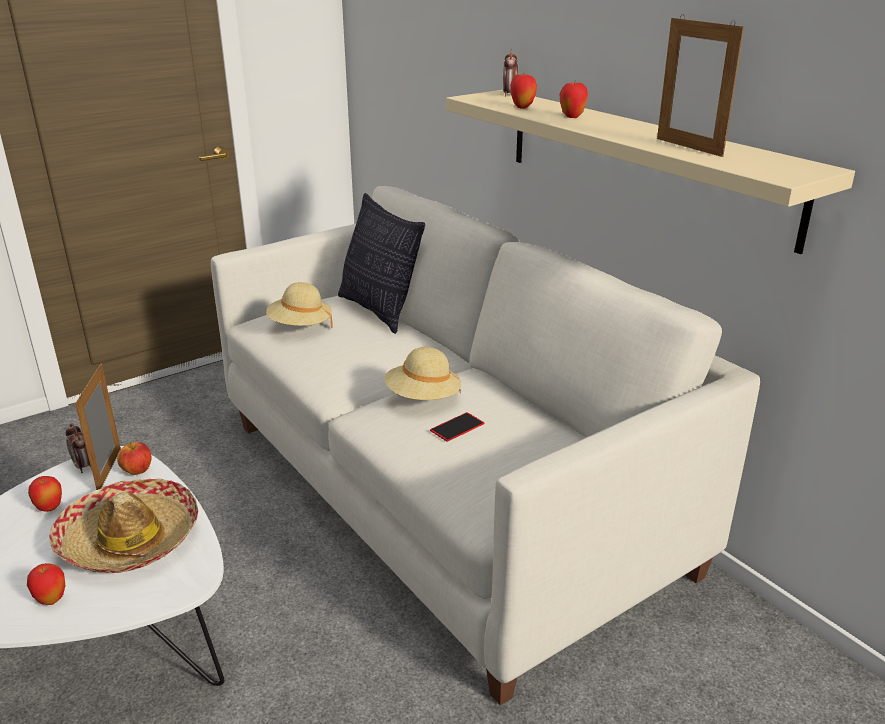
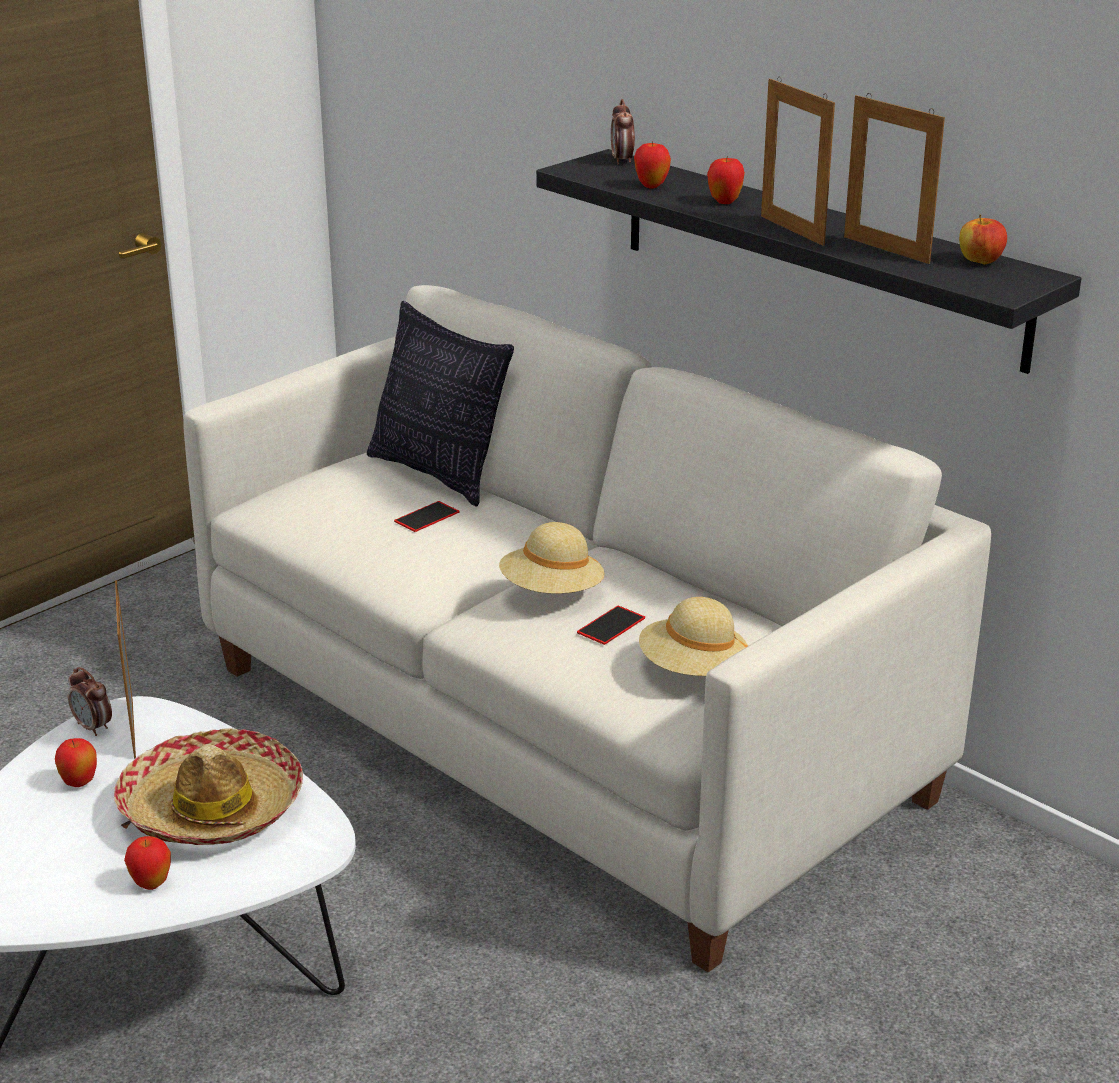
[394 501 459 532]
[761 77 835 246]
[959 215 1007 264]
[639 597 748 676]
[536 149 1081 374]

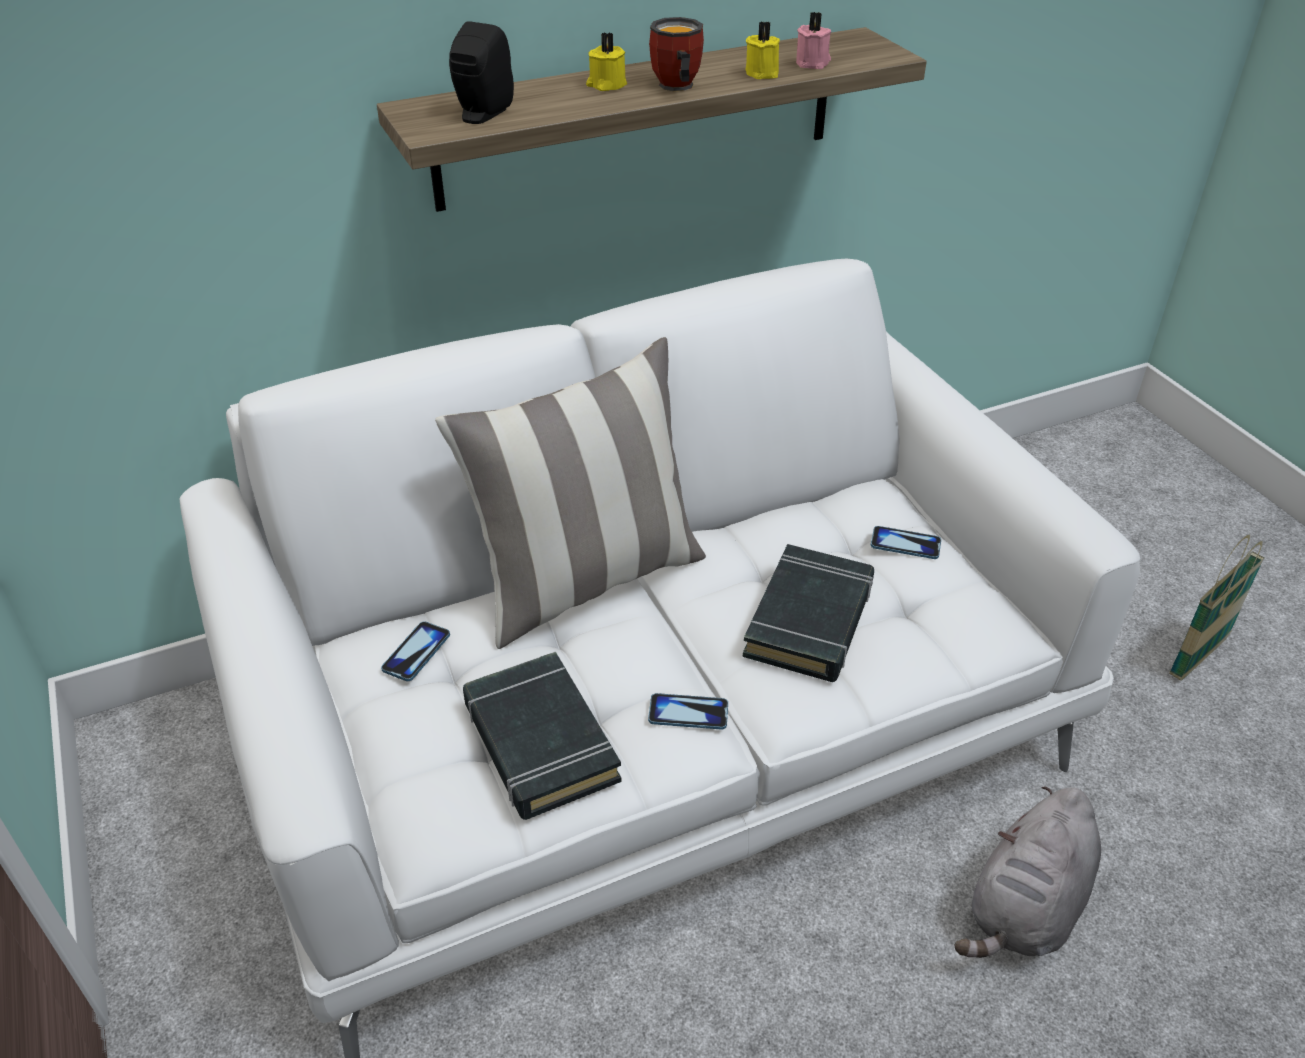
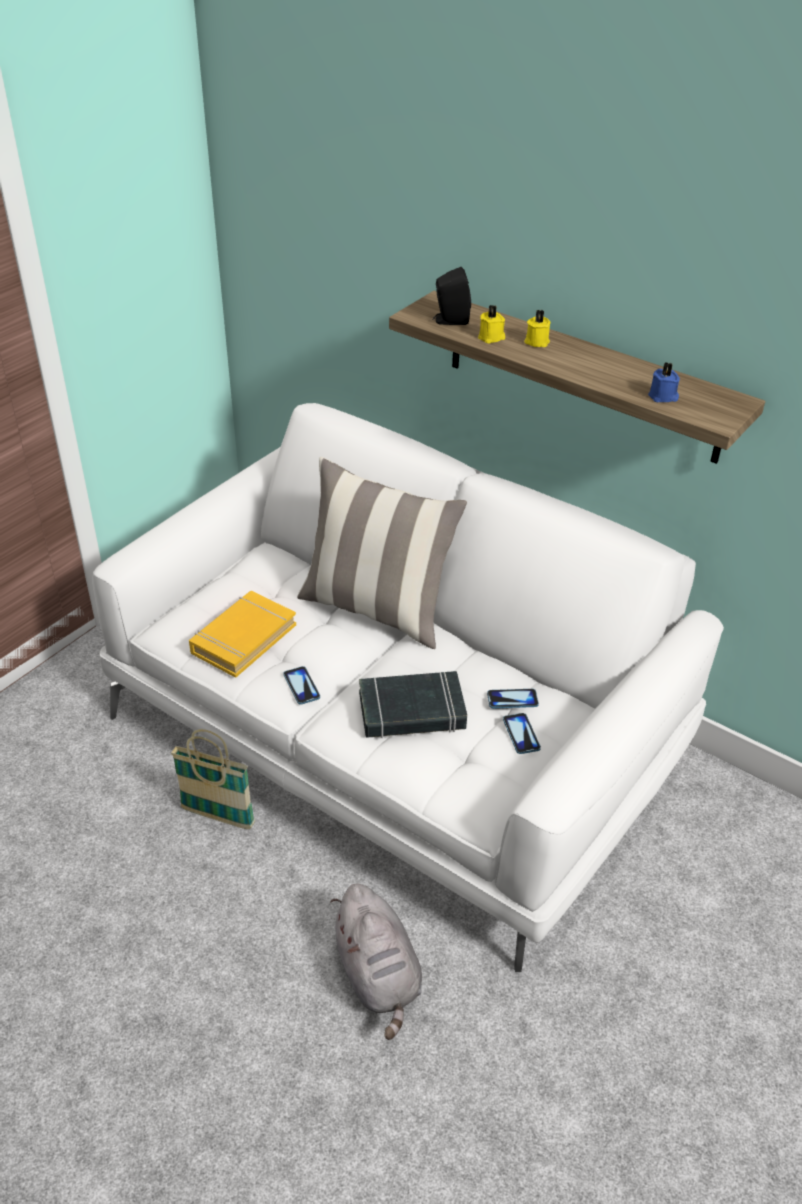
[649 17 704 91] (first image)
[487 689 539 708]
[478 305 505 344]
[171 729 255 829]
[189 591 296 678]
[648 363 680 402]
[330 883 422 1040]

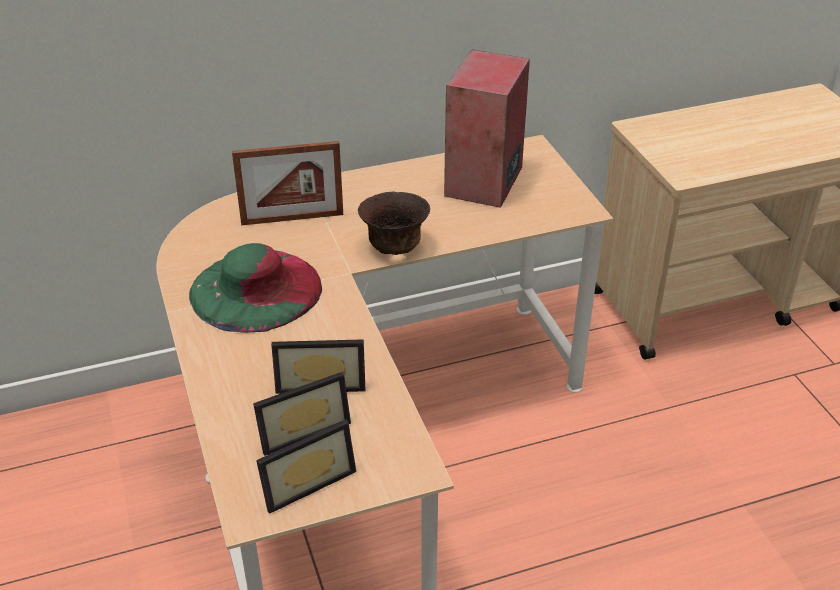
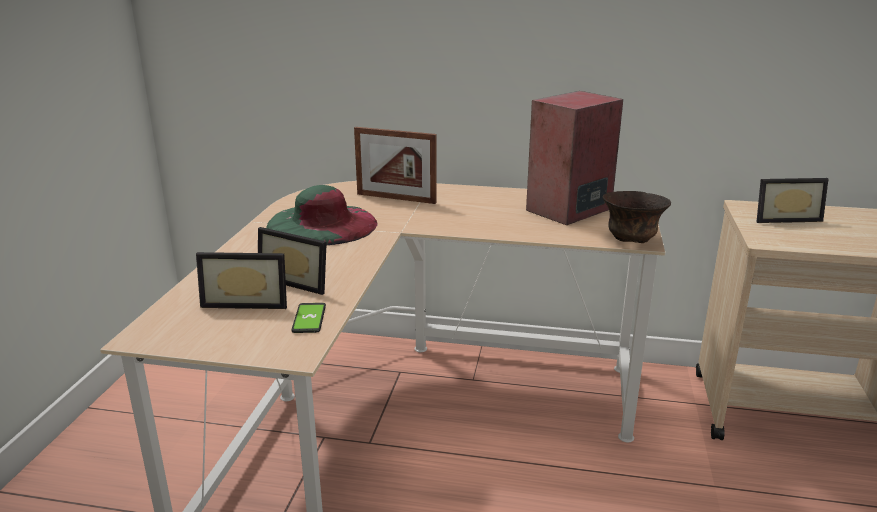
[291 303 326 333]
[756 178 829 223]
[602 191 671 243]

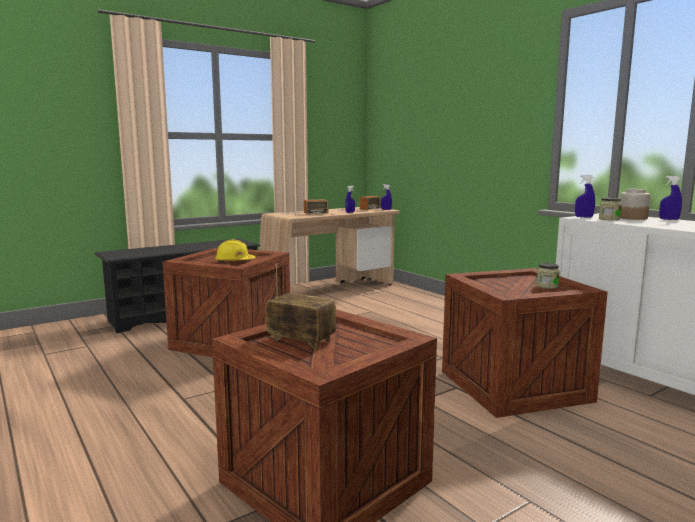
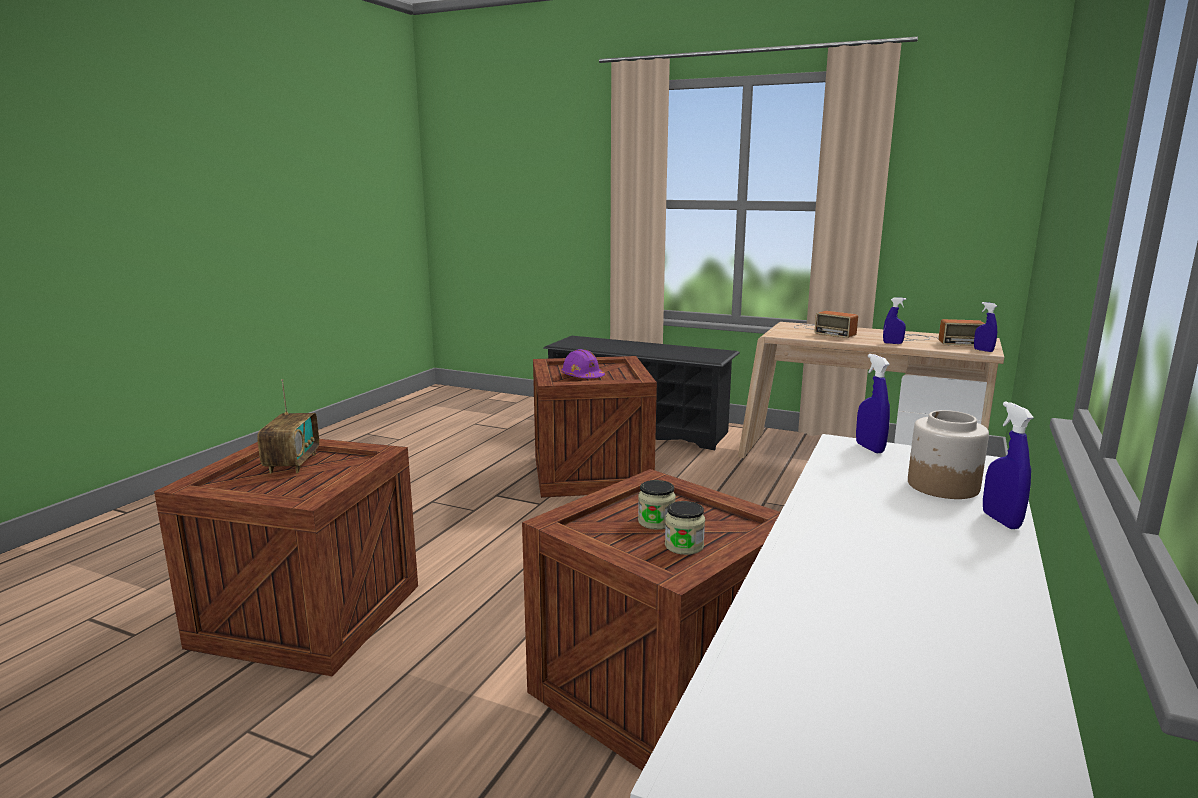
[638 480 676 530]
[561 349 605 378]

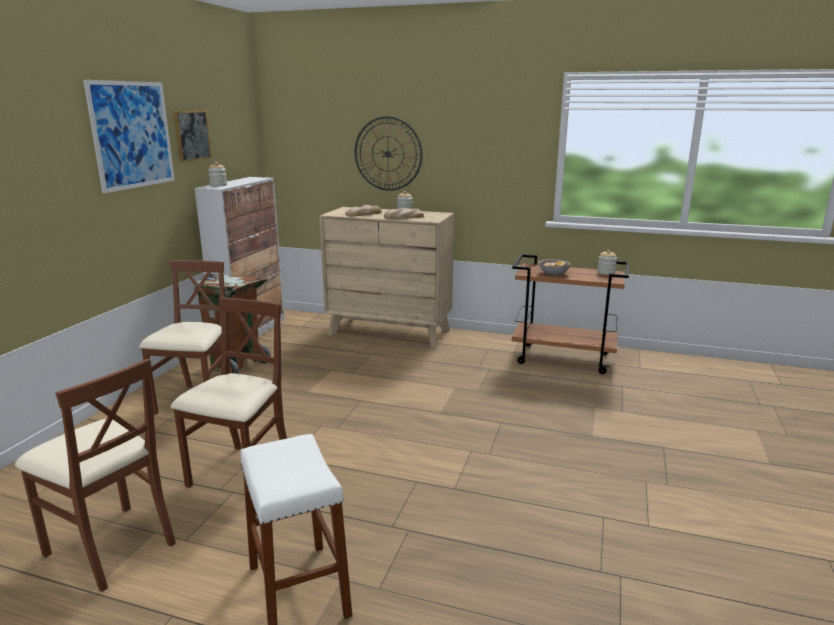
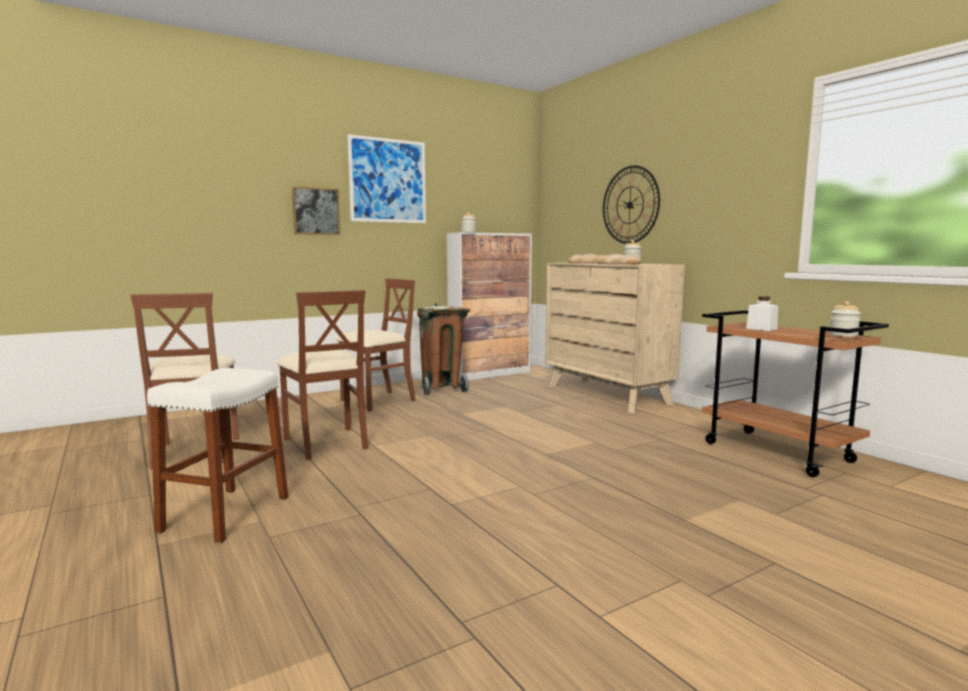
[292 186 340 235]
[746 296 778 331]
[277 290 368 460]

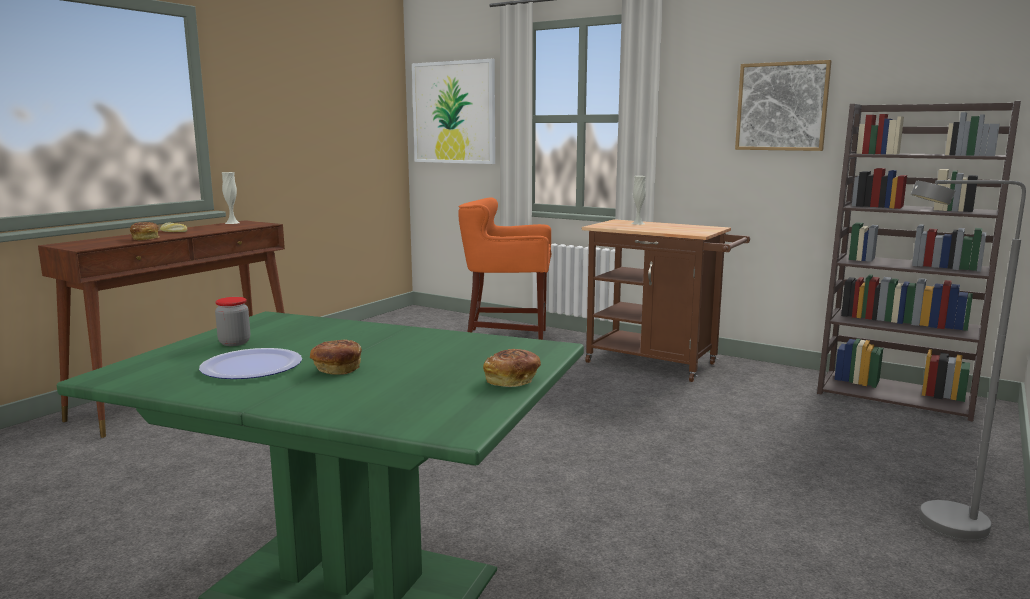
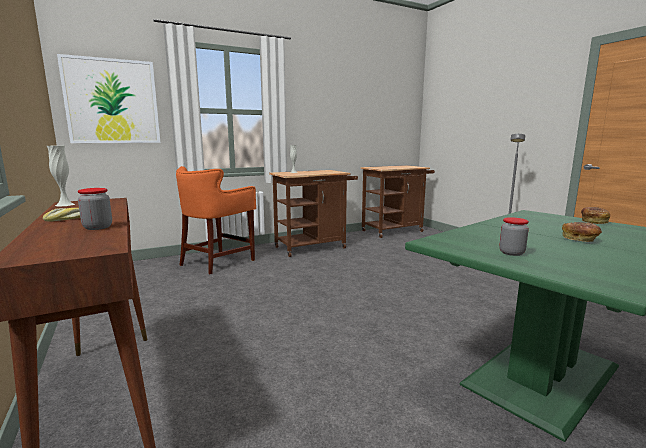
[199 348 302 379] (first image)
[735 60 832 151] (first image)
[78 188 112 230]
[360 165 435 238]

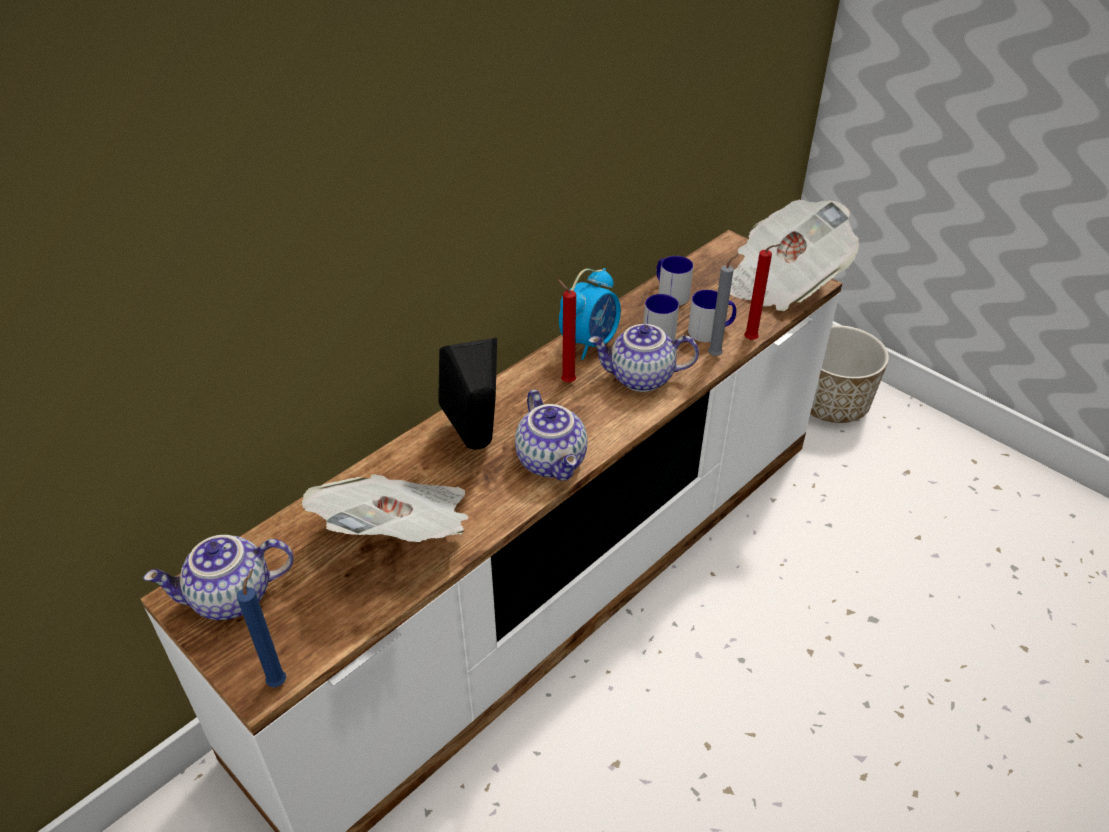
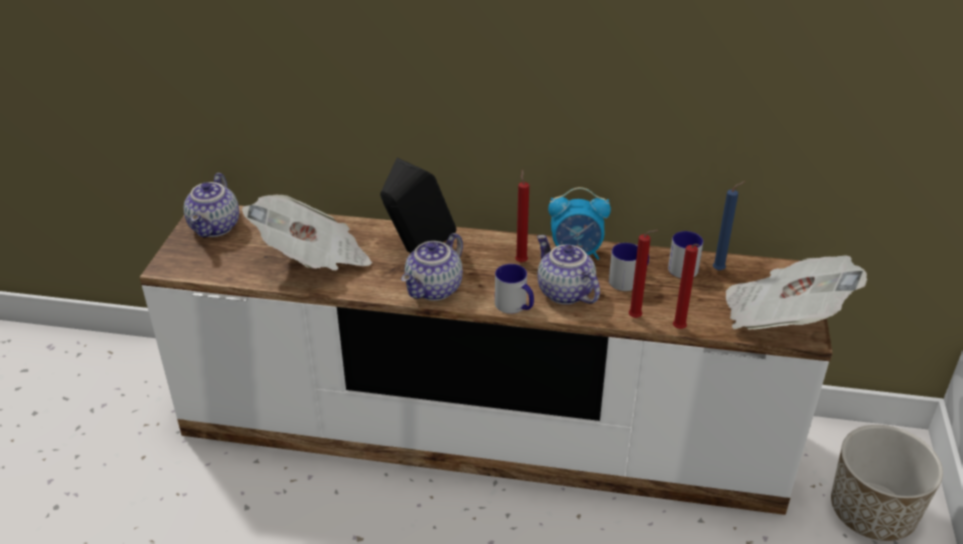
[713 181 745 271]
[495 264 534 314]
[629 230 658 318]
[184 173 239 237]

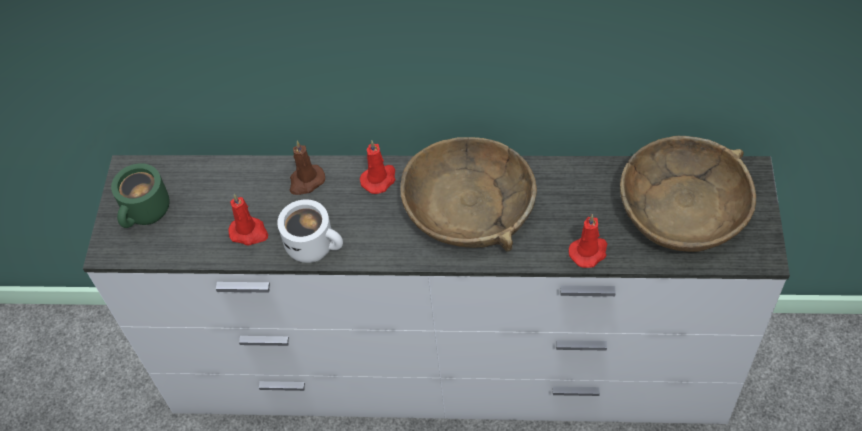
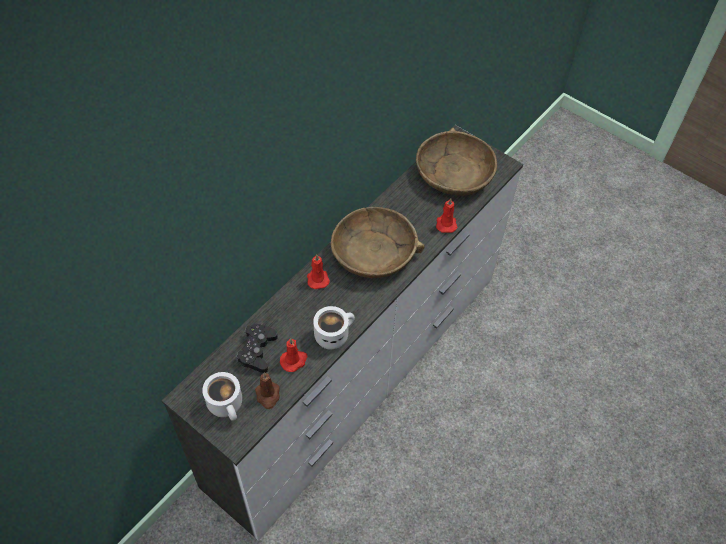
[236 324 278 373]
[255 372 280 409]
[202 372 242 421]

